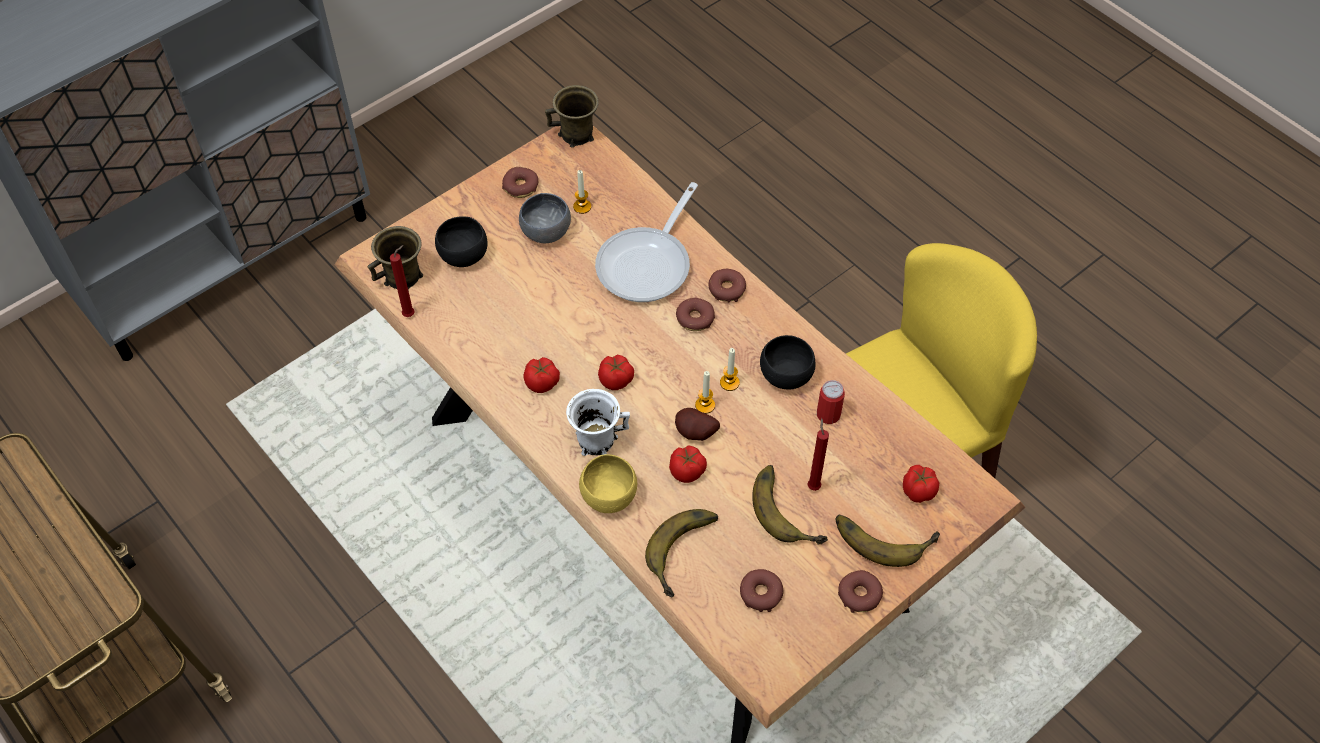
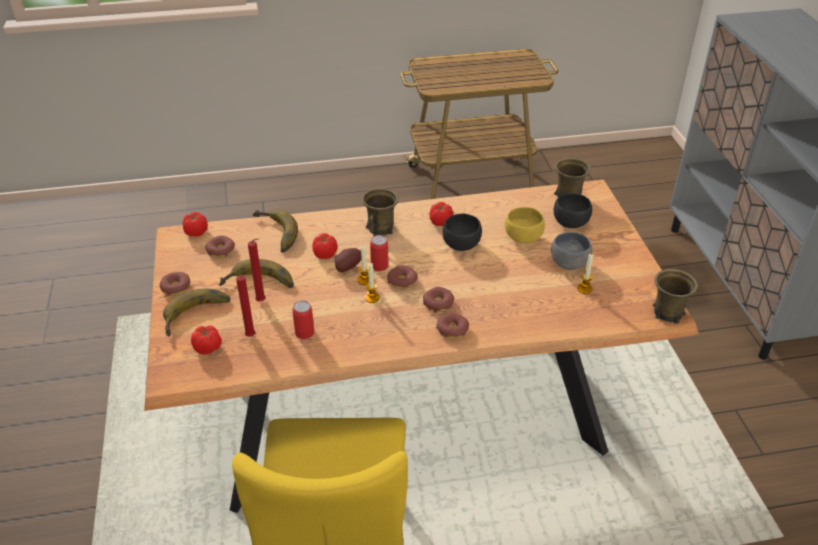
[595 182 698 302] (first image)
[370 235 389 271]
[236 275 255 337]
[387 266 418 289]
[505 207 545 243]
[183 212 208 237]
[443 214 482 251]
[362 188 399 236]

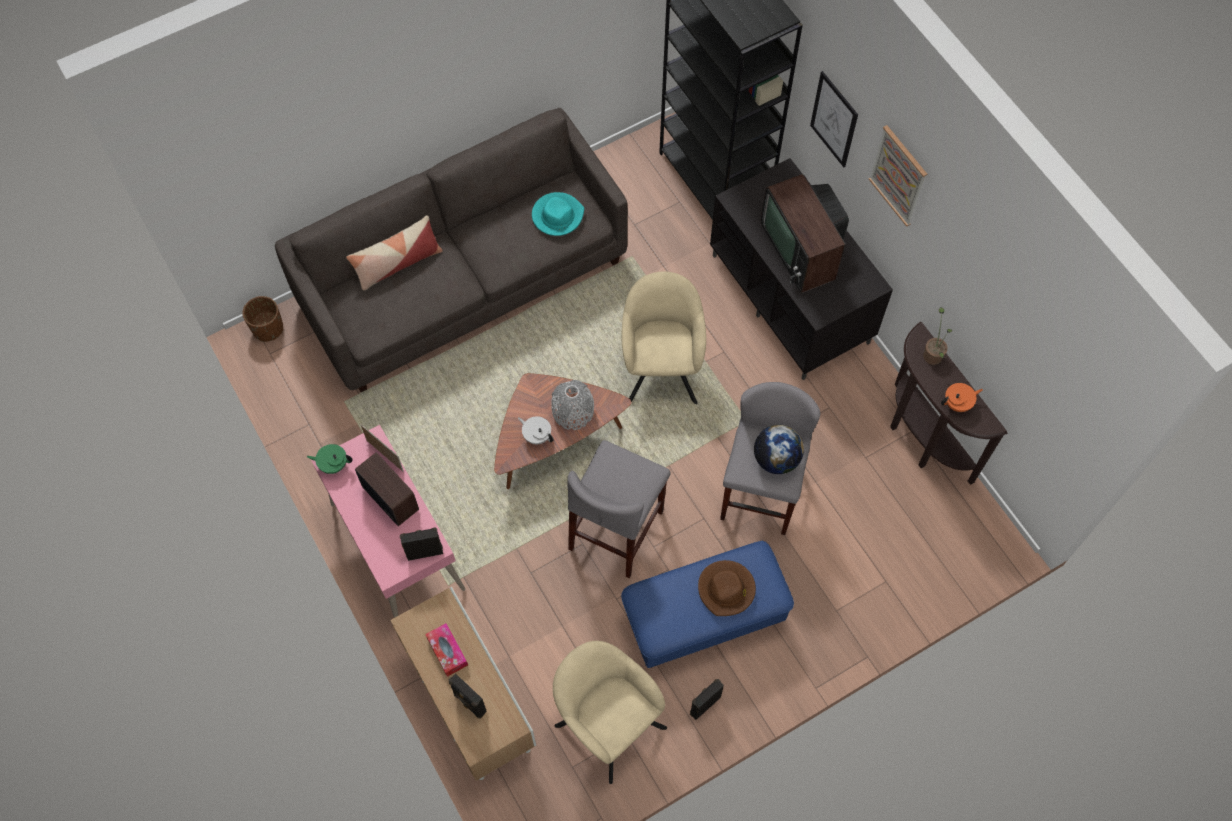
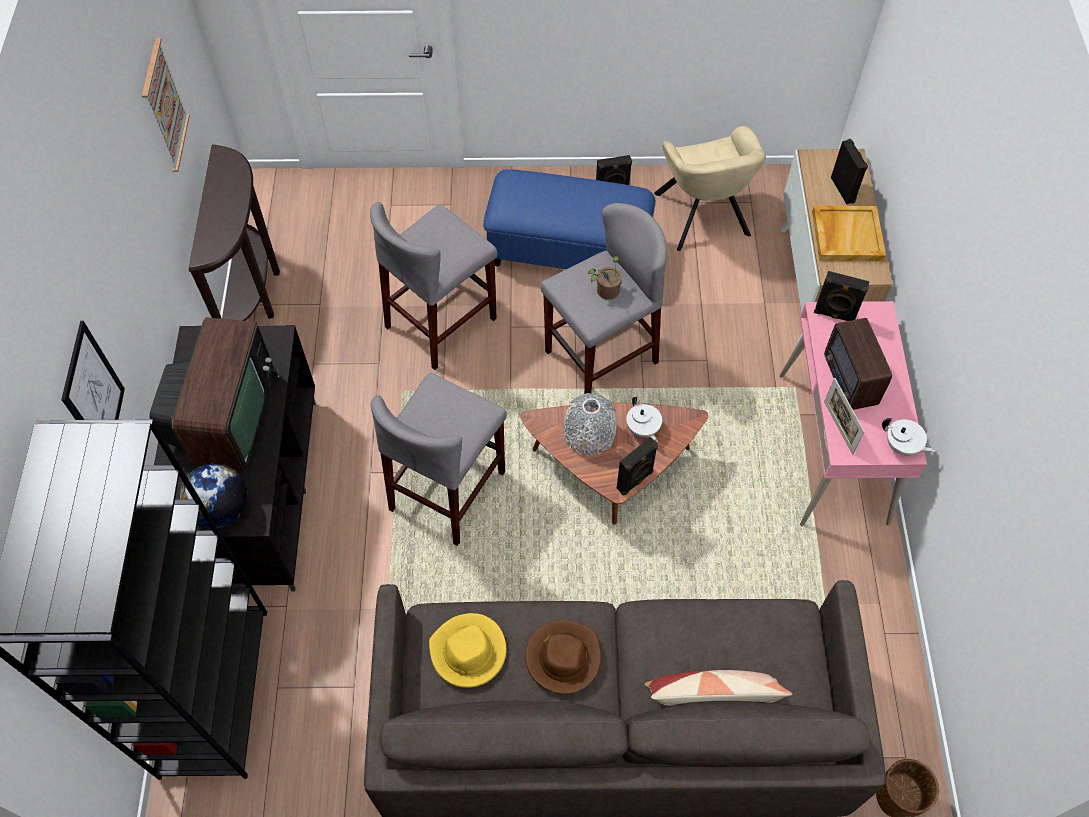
[941 383 983 412] (first image)
[617 437 658 495]
[525 620 601 694]
[180 463 247 528]
[142 38 190 172]
[588 256 622 300]
[812 205 886 261]
[371 373 507 546]
[882 418 935 456]
[429 613 506 688]

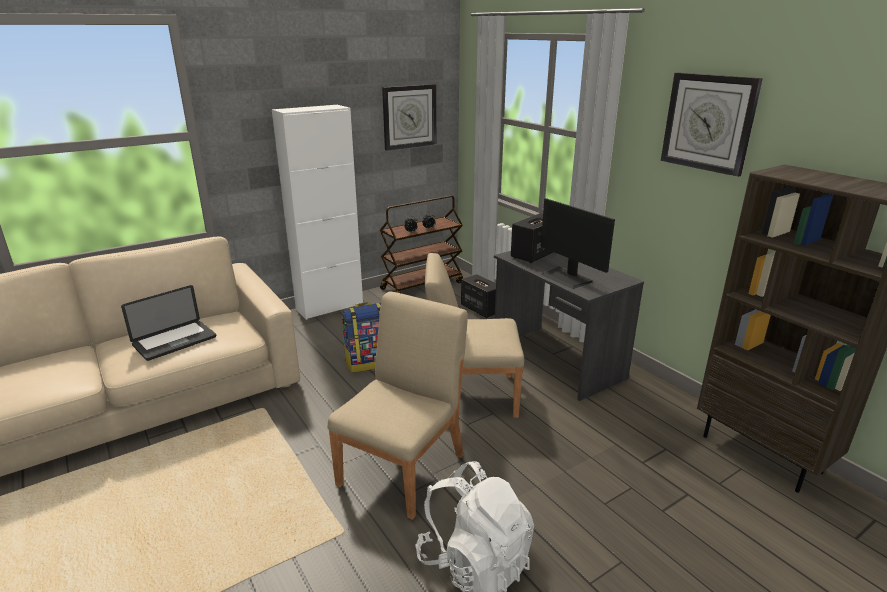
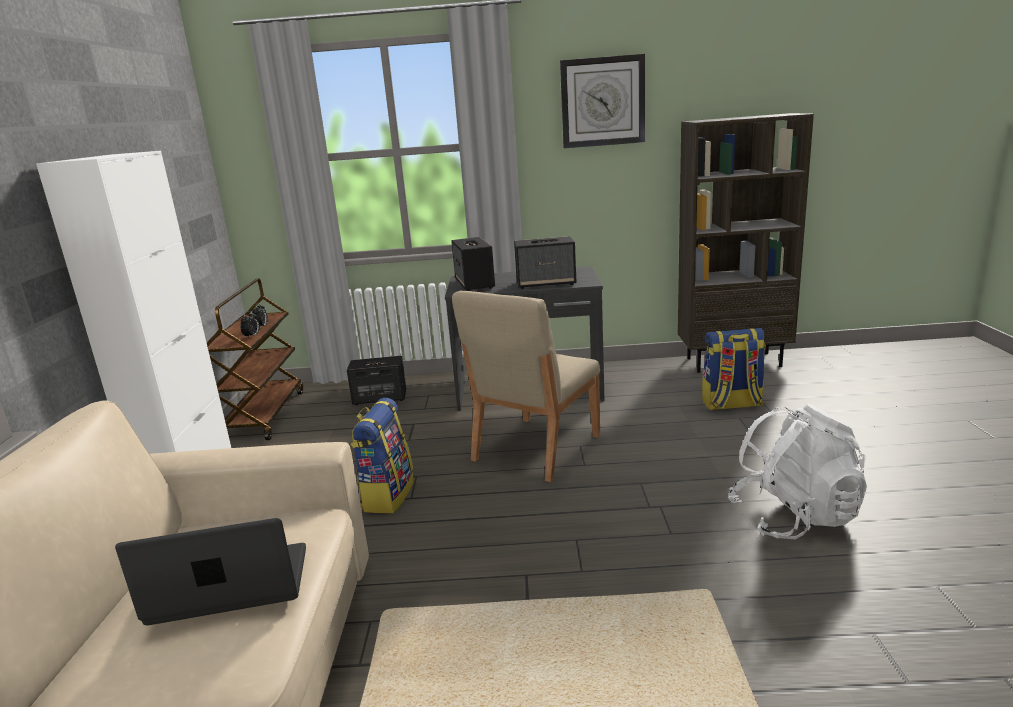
[328 291 468 520] (first image)
[382 84 436 151] (first image)
[702 328 766 410]
[514 236 576 289]
[115 518 306 626]

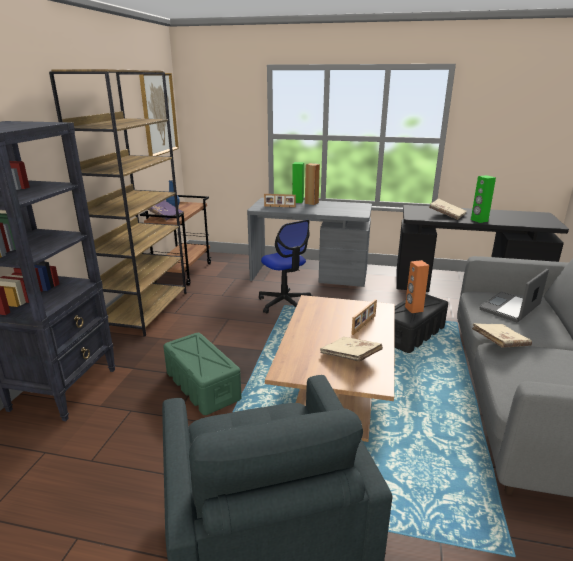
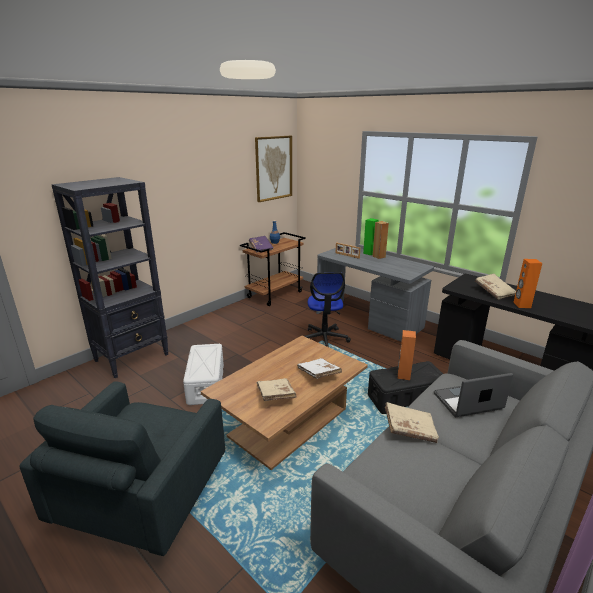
[49 69 187 337] (first image)
[297 358 342 379]
[183 344 224 405]
[513 259 542 308]

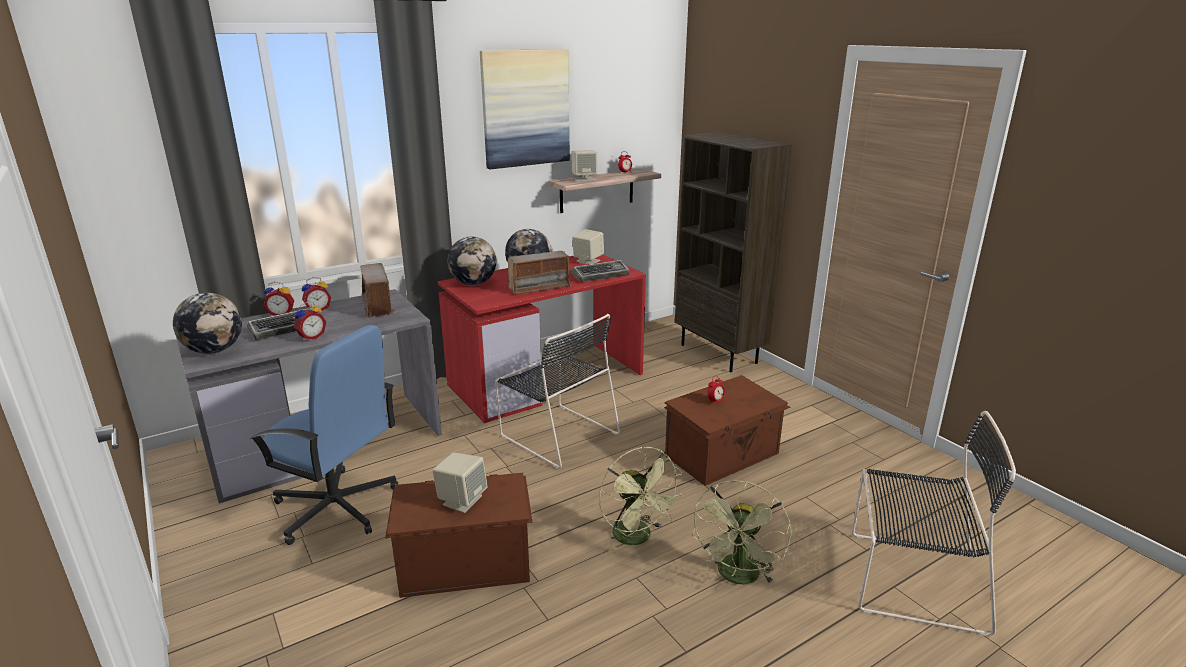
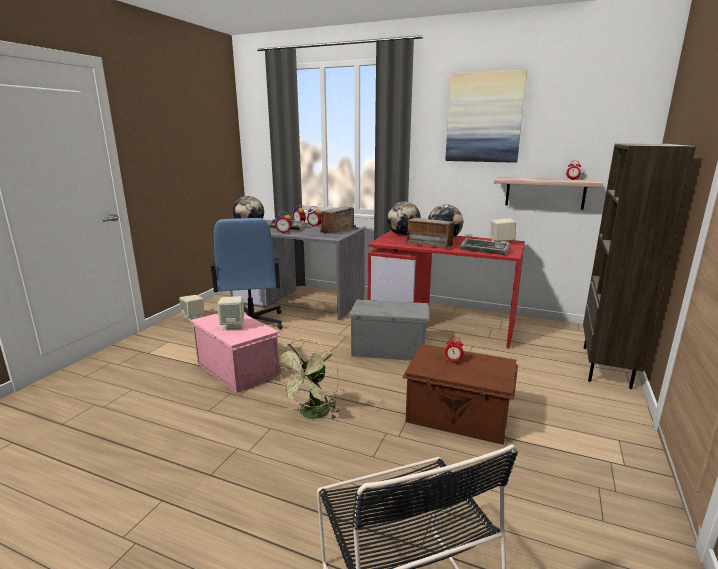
[692 480 791 585] (first image)
[180 295 204 320]
[348 300 430 360]
[190 313 282 393]

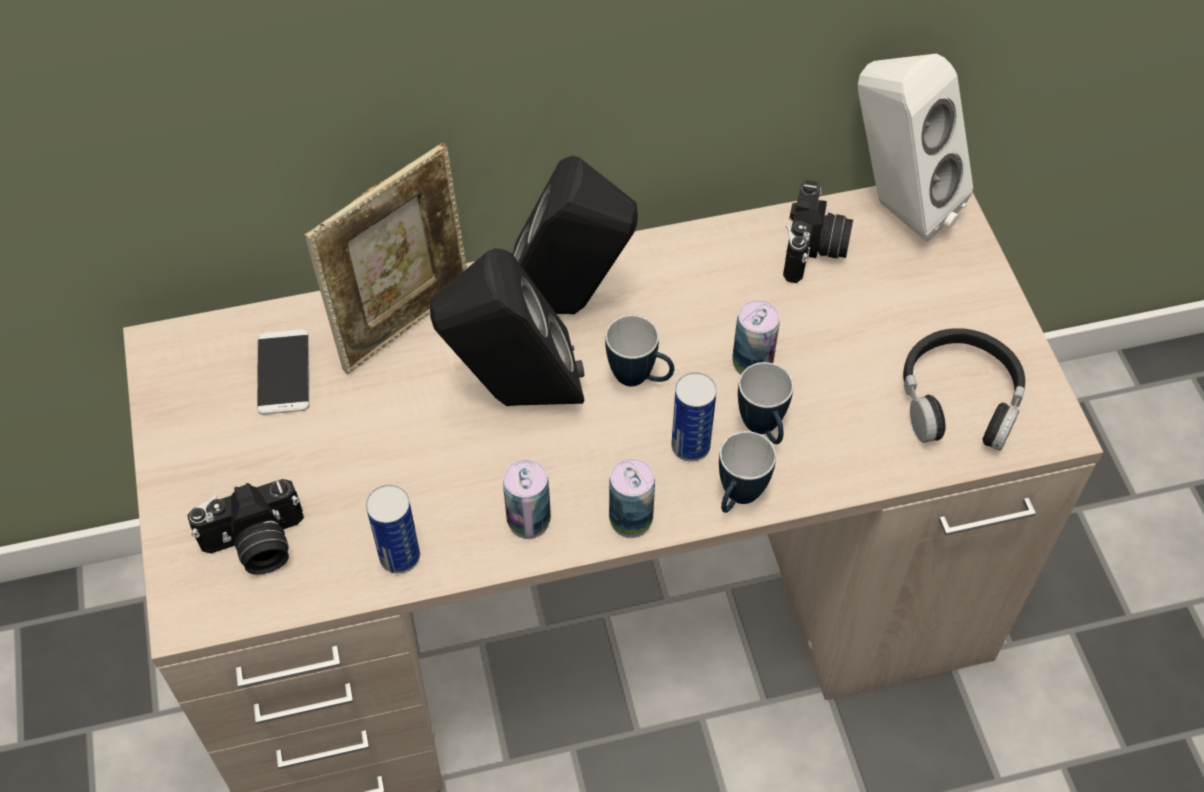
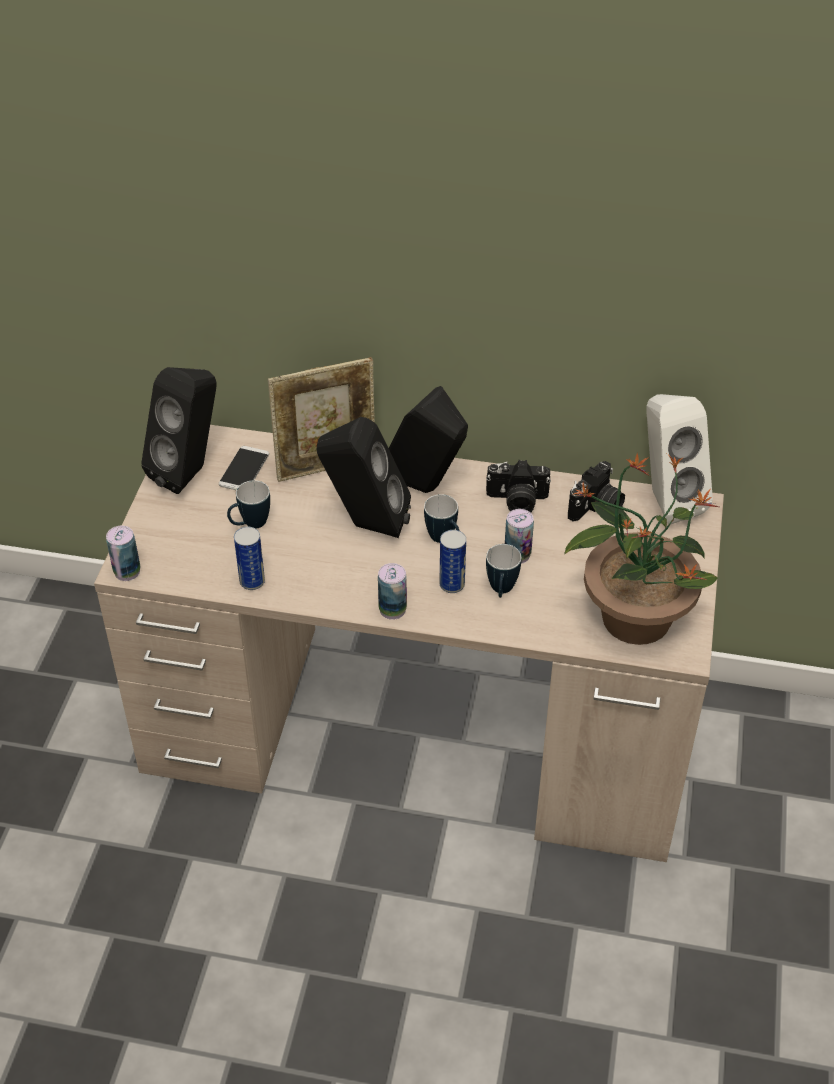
[141 367 217 494]
[486 460 551 513]
[106 526 140 581]
[227 480 270 528]
[564 453 719 645]

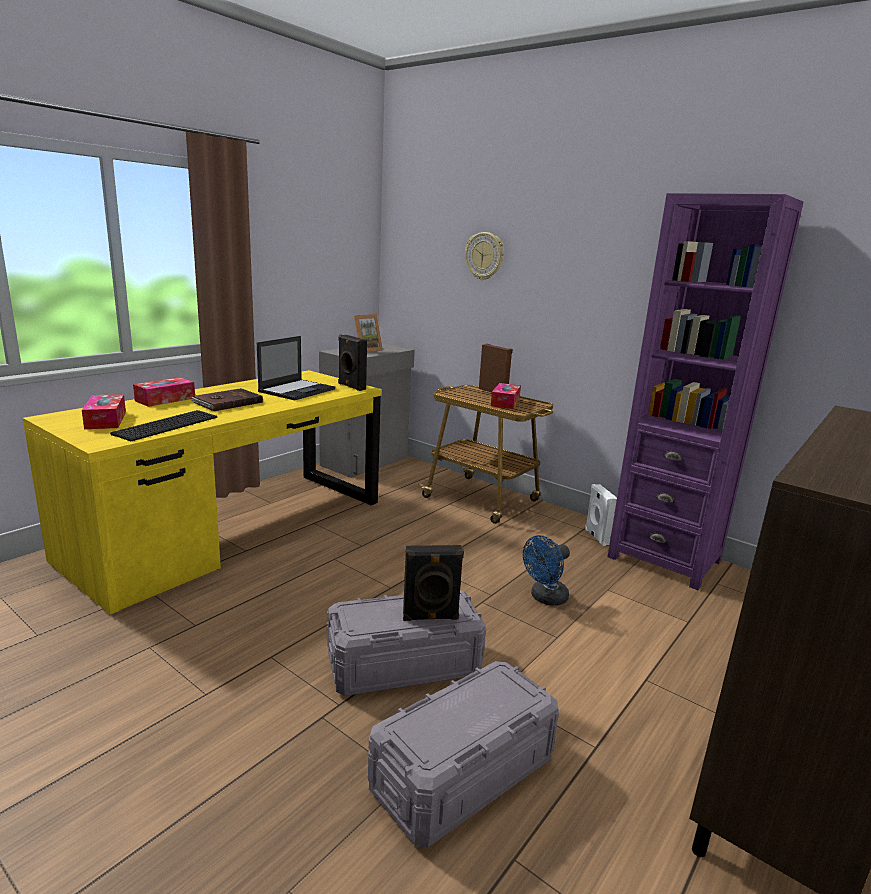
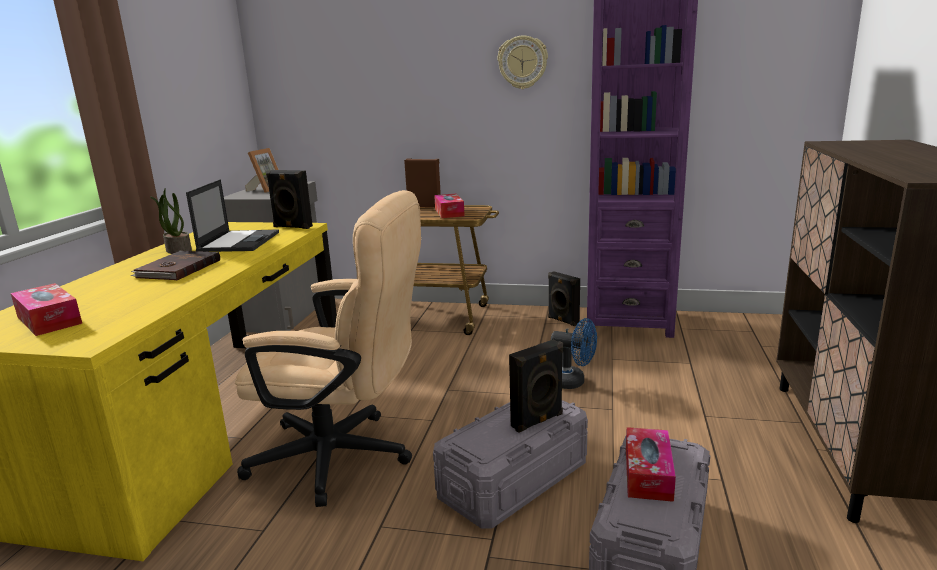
[110 410 217 441] (first image)
[150 188 192 254]
[235 190 421 507]
[626 427 676 502]
[497 35 548 89]
[548 271 580 326]
[551 318 597 389]

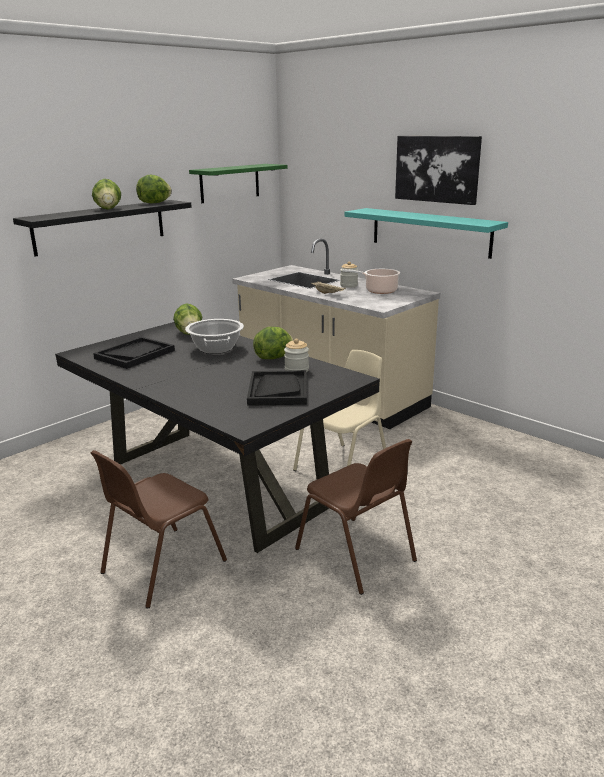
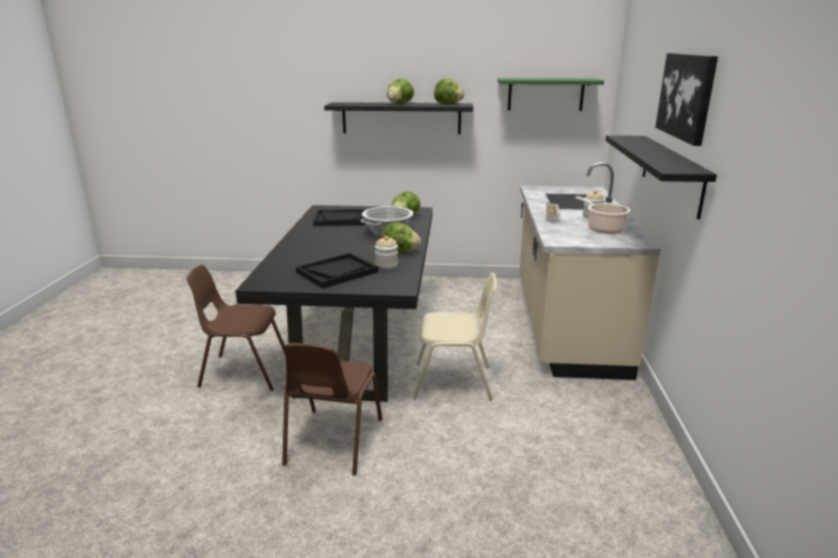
[605 135 717 219]

